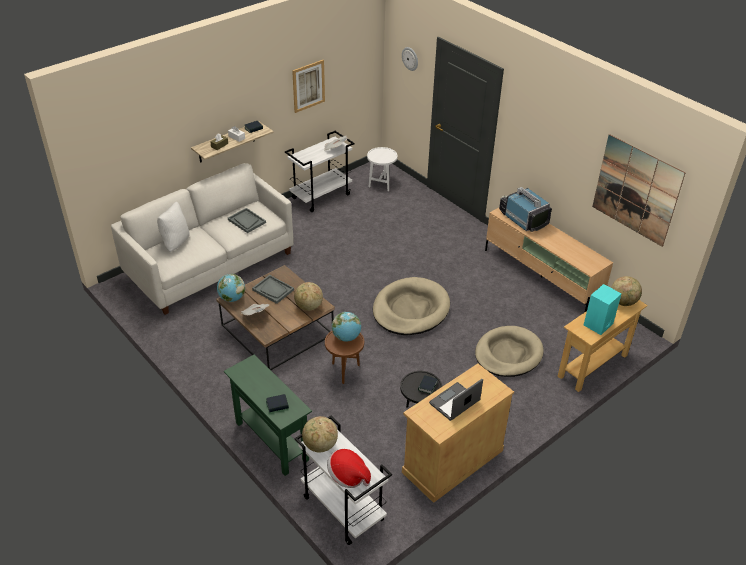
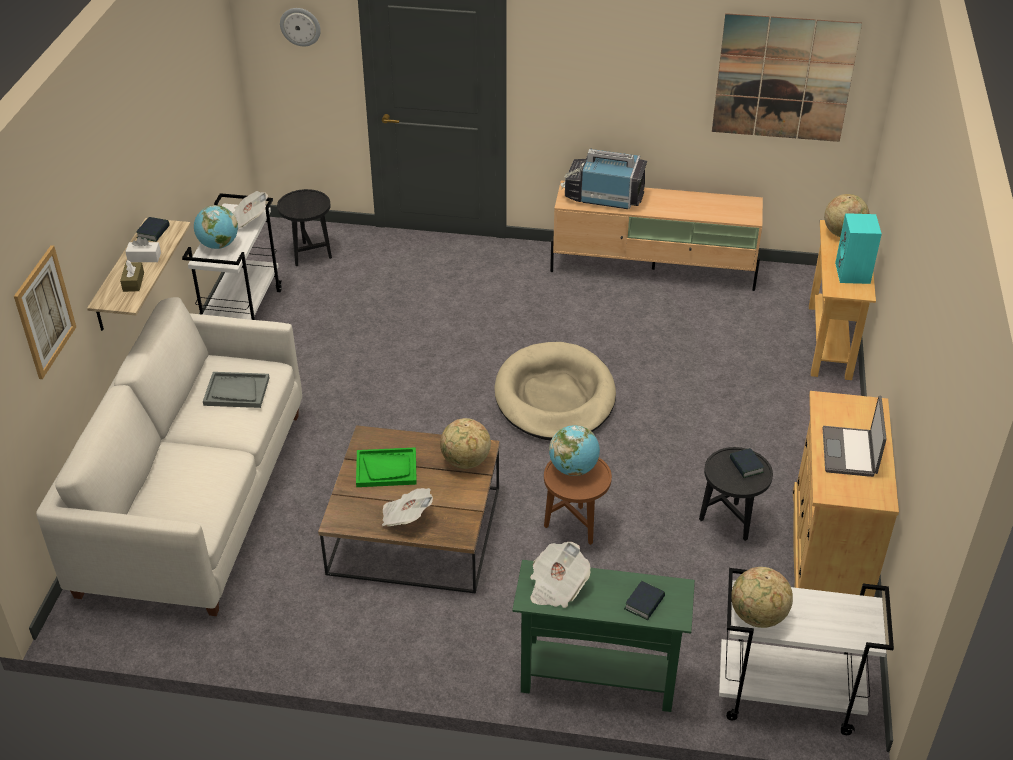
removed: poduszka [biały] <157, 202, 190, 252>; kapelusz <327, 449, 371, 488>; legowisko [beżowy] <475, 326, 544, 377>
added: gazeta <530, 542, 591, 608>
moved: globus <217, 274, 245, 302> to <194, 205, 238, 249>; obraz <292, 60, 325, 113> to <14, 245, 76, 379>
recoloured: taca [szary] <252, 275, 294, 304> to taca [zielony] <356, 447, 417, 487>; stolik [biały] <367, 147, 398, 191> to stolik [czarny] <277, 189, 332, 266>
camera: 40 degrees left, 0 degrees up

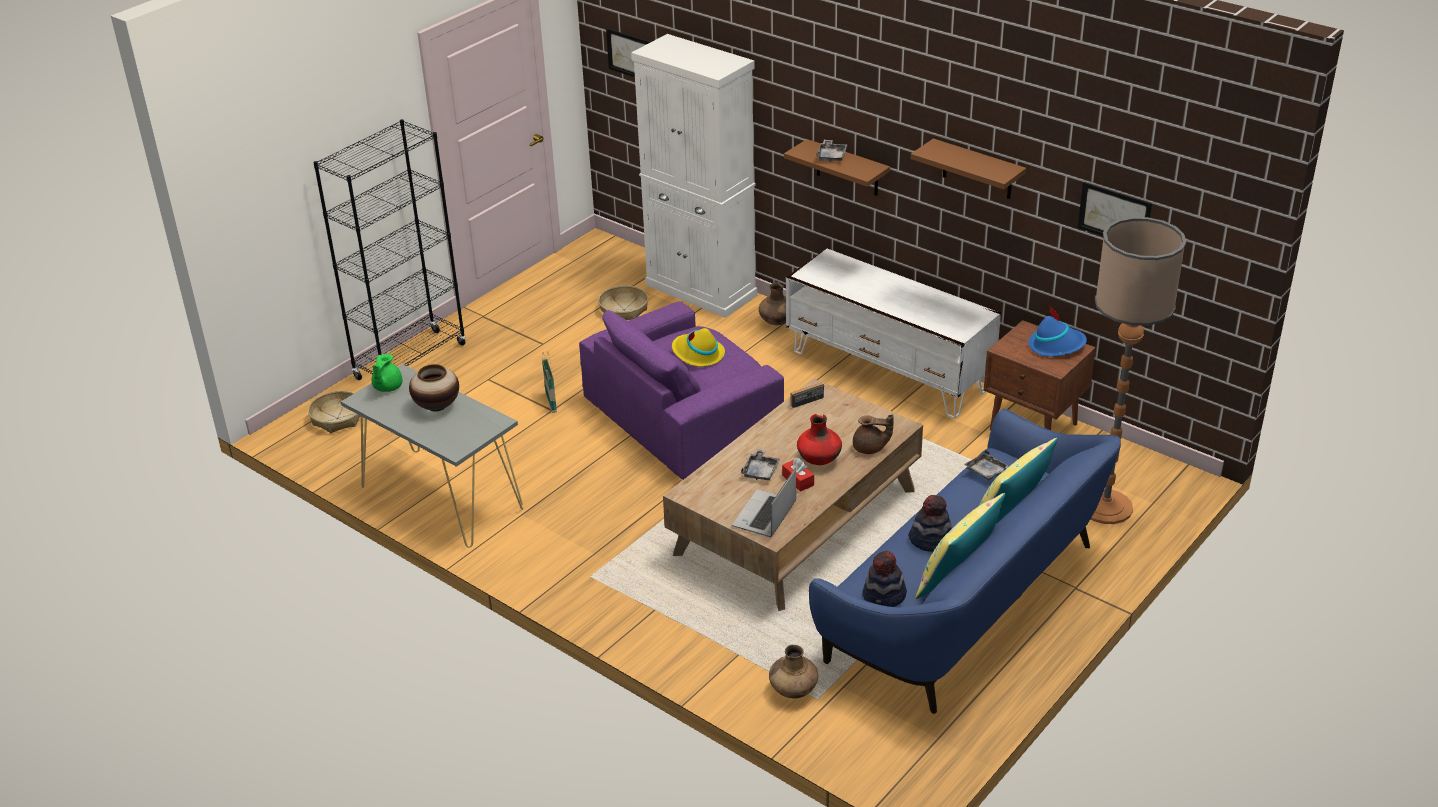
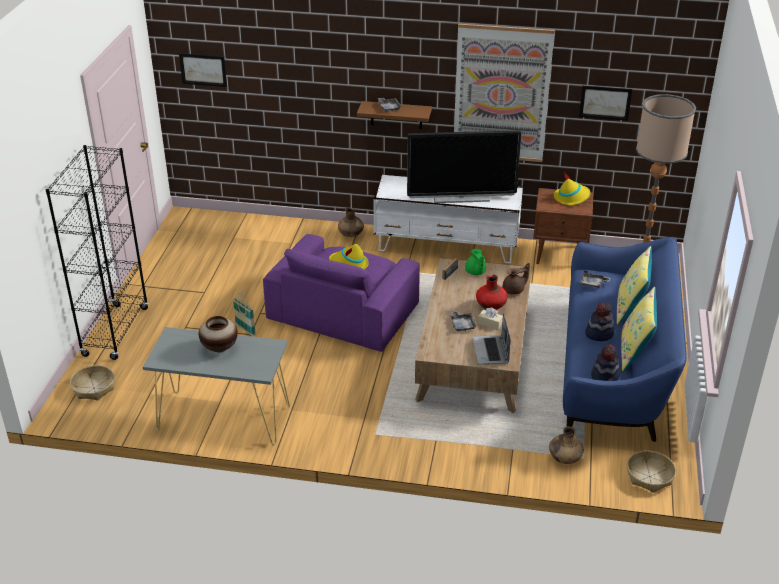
removed: szafka [biały] <631, 34, 757, 318>
added: telewizor <407, 130, 522, 203>
moved: imbryk [zielony] <372, 354, 403, 392> to <465, 249, 486, 275>; koszyk <598, 285, 648, 320> to <627, 450, 676, 493>
replaced: półka [brązowy] <911, 139, 1026, 199> to obraz <454, 24, 555, 162>
recoloured: pudełko chusteczek [czerwony] <782, 458, 814, 492> to pudełko chusteczek [beżowy] <478, 308, 503, 330>; kapelusz [niebieski] <1028, 305, 1087, 357> to kapelusz [żółty] <554, 172, 590, 205>
camera: 30 degrees left, 0 degrees up

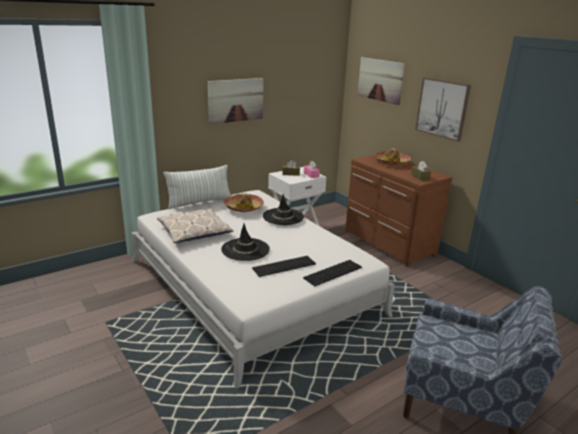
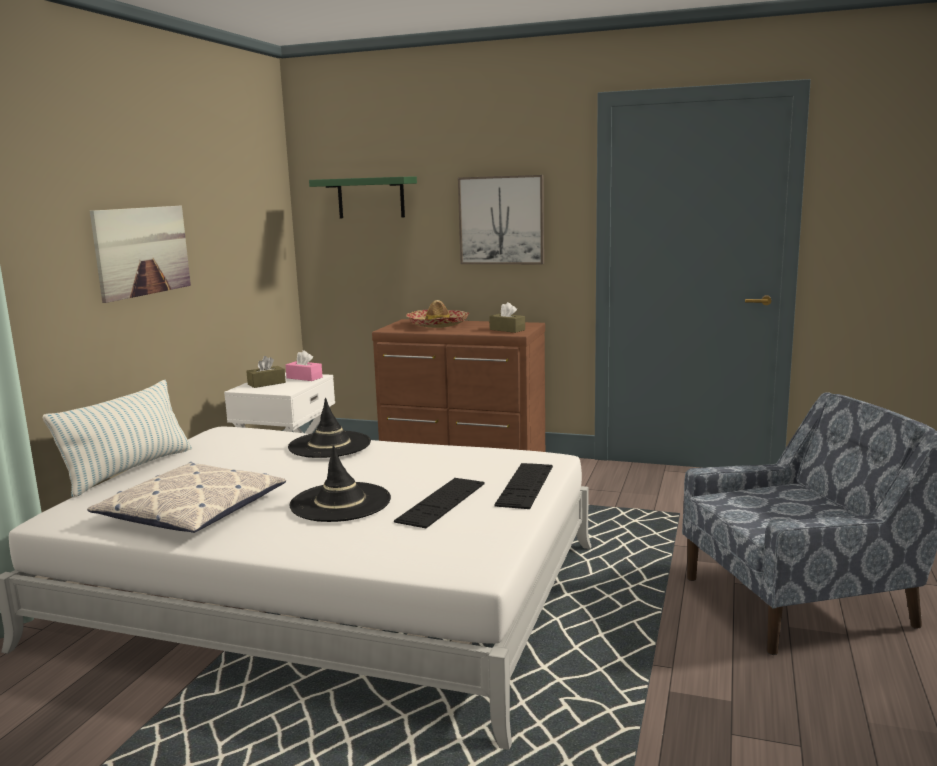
removed: kapelusz <224, 193, 264, 212>
replaced: obraz <357, 57, 405, 105> to półka [zielony] <309, 177, 417, 218>
camera: 35 degrees left, 10 degrees down

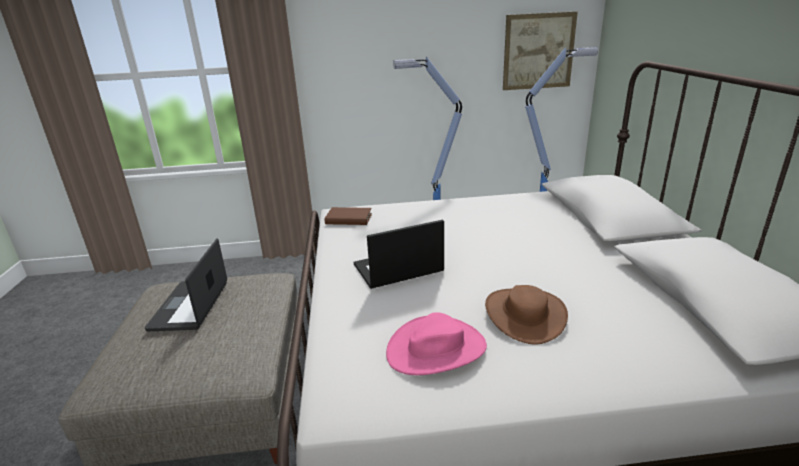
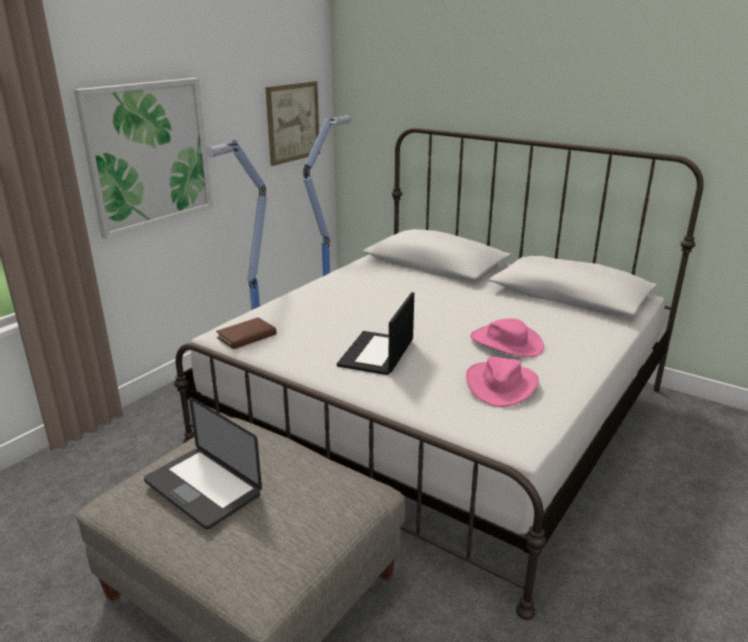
added: obraz <74, 78, 213, 239>
recoloured: kapelusz [brązowy] <485, 285, 568, 345> to kapelusz [różowy] <470, 318, 544, 357>
camera: 50 degrees left, 0 degrees up

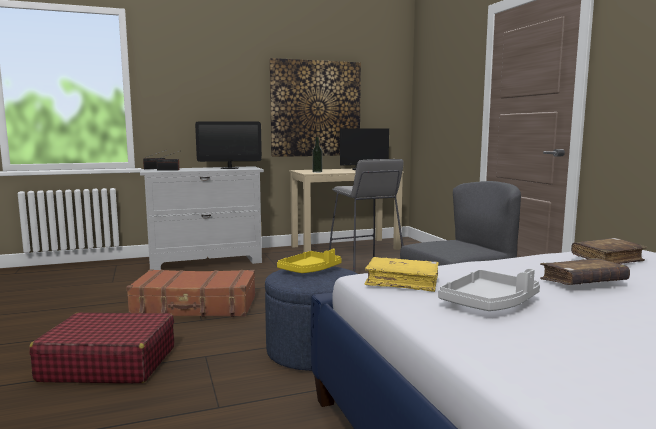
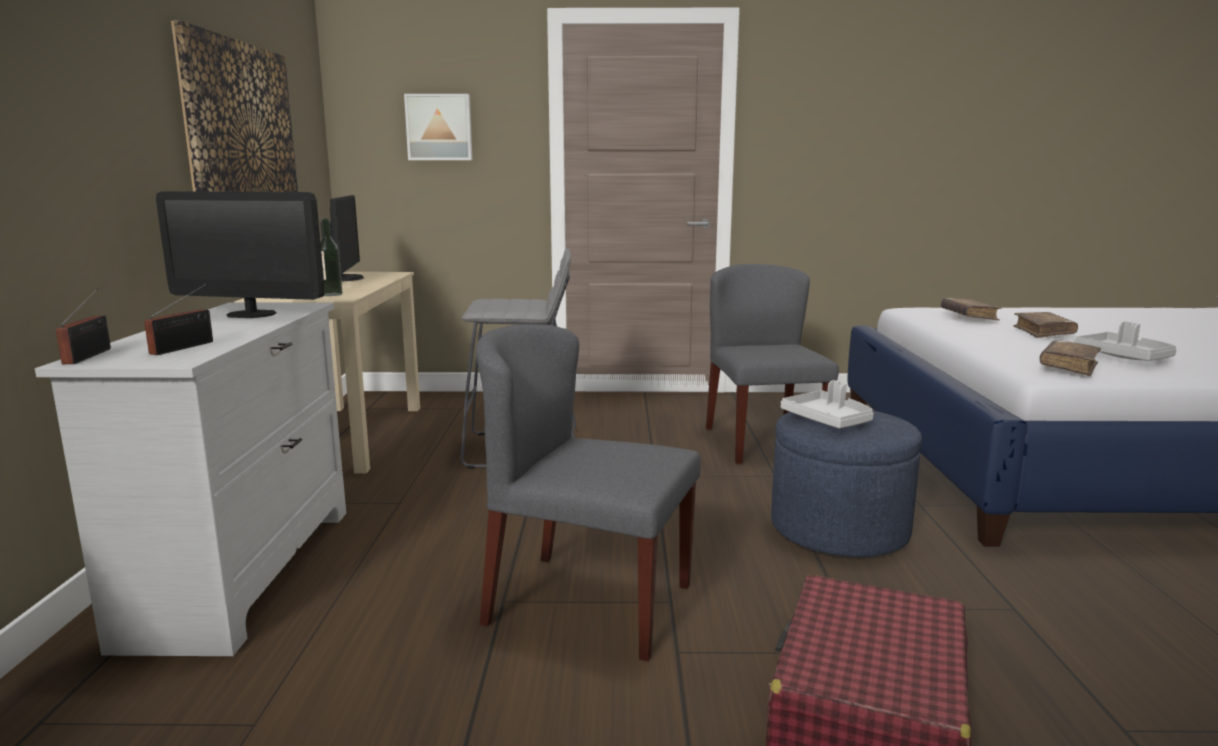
added: obraz <404, 94, 473, 160>
replaced: walizka [brązowy] <126, 269, 255, 317> to krzesło [szary] <476, 324, 701, 661>
recoloured: taca [żółty] <277, 249, 342, 273> to taca [szary] <781, 380, 874, 428>; książka [żółty] <365, 257, 439, 292> to książka [brązowy] <1040, 340, 1101, 376>
turned: monitor <195, 121, 262, 169> = <156, 191, 324, 318> 90 degrees clockwise
camera: 70 degrees left, 5 degrees up

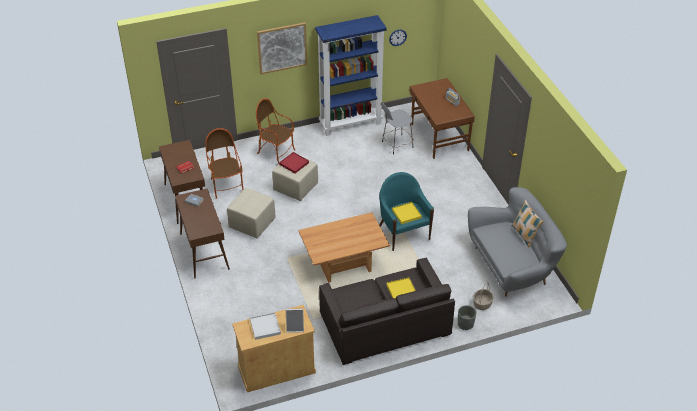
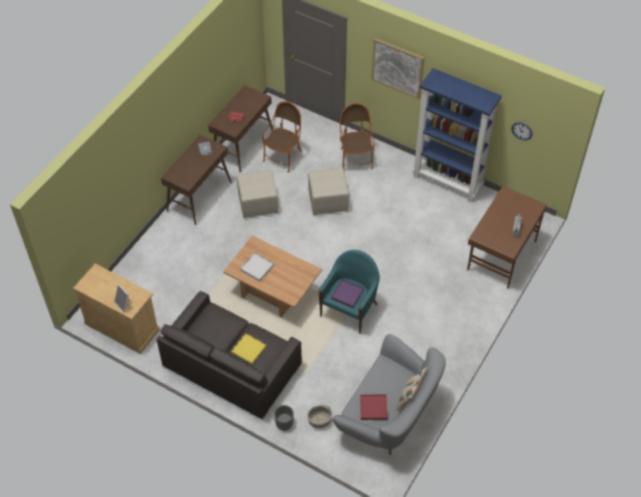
removed: stołek [szary] <381, 102, 414, 155>
moved: taca [biały] <250, 313, 281, 340> to <240, 253, 274, 282>; taca [czerwony] <279, 152, 309, 173> to <360, 394, 387, 420>
recoloured: taca [żółty] <392, 202, 422, 224> to taca [fioletowy] <331, 279, 364, 308>
camera: 50 degrees right, 10 degrees up

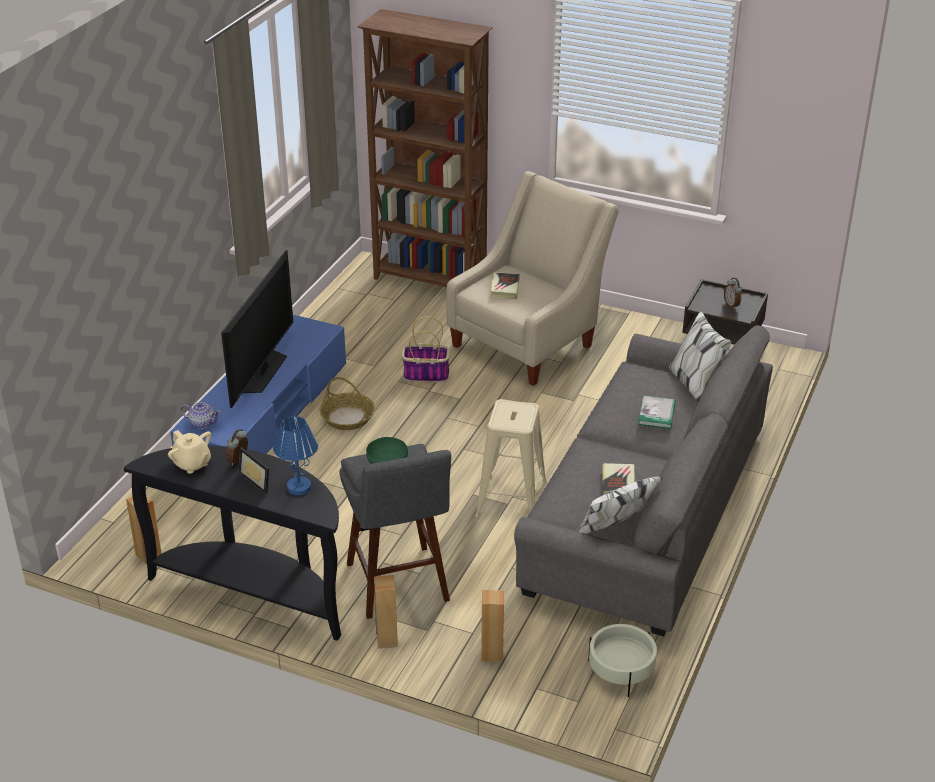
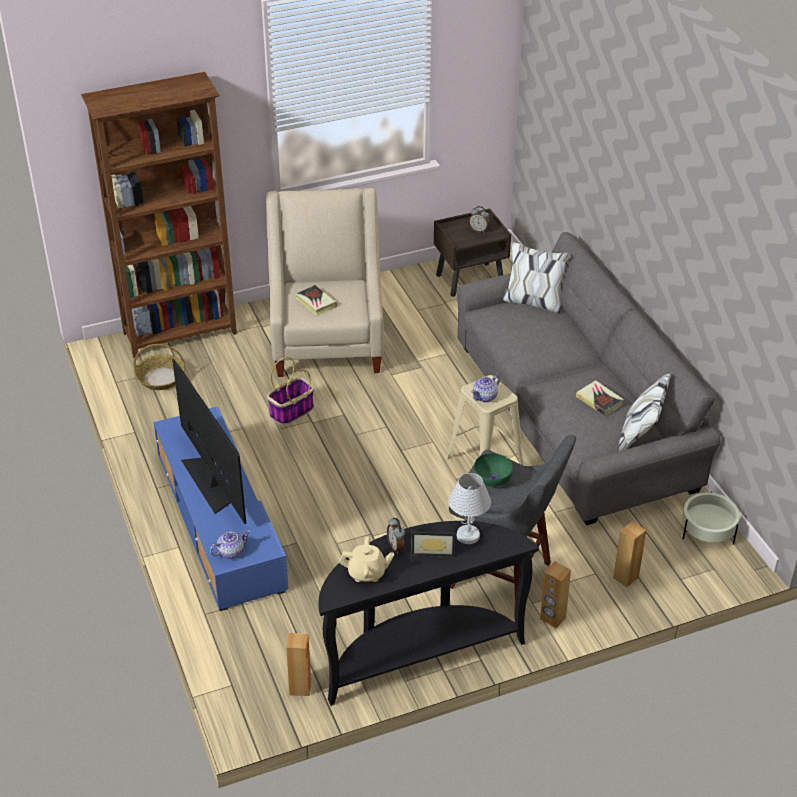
removed: książka <638, 395, 676, 429>
added: imbryk <471, 374, 500, 402>
moved: koszyk <319, 377, 375, 430> to <133, 344, 185, 390>
recoloured: lampa stołowa [niebieski] <273, 416, 318, 495> to lampa stołowa [biały] <448, 473, 491, 544>
camera: 45 degrees left, 5 degrees up

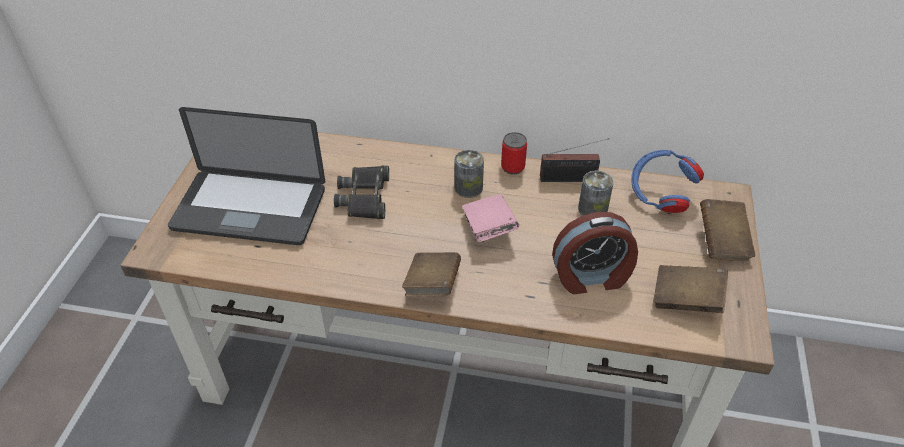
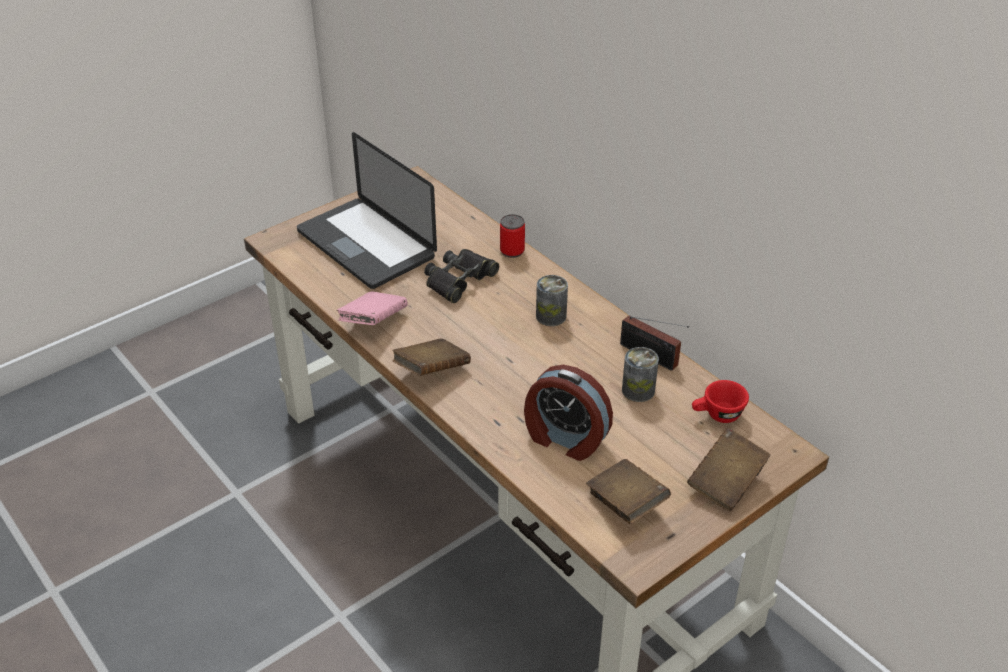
moved: książka [różowy] <462, 194, 519, 242> to <337, 291, 408, 325>; puszka <501, 132, 527, 174> to <500, 214, 525, 258>
replaced: słuchawki [niebieski] <631, 150, 704, 213> to filiżanka [czerwony] <692, 380, 749, 423>
camera: 40 degrees right, 5 degrees down

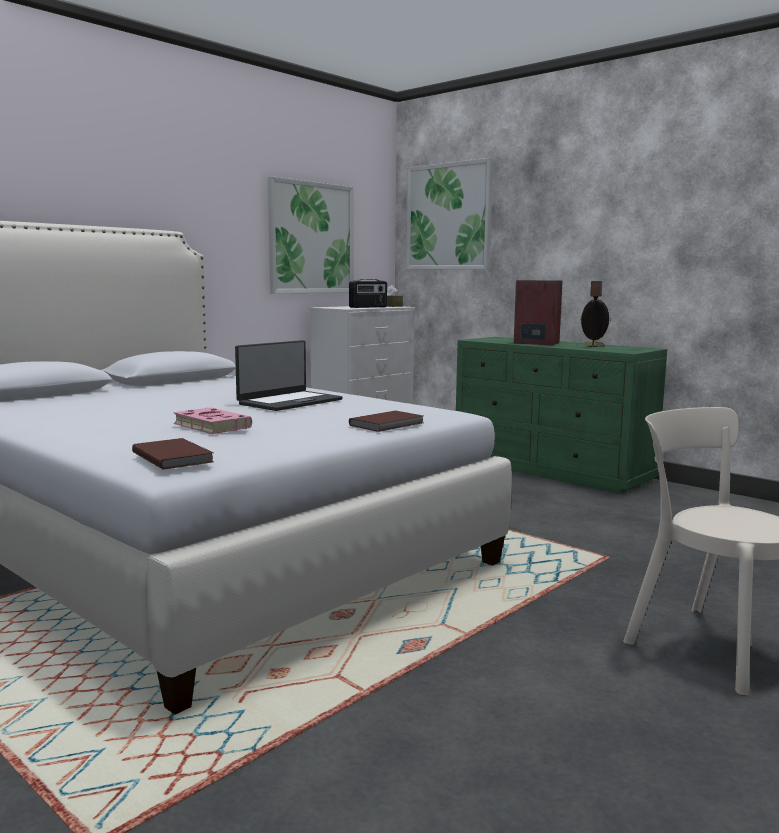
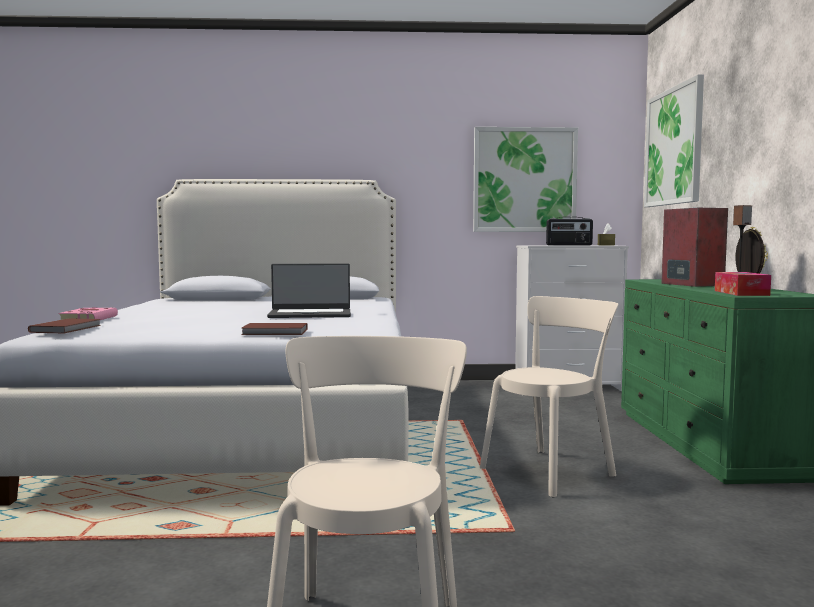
added: krzesło [beżowy] <480, 296, 618, 497>; pudełko chusteczek <715, 272, 771, 296>
moved: książka [różowy] <173, 407, 252, 434> to <58, 307, 118, 321>
camera: 45 degrees right, 5 degrees down

